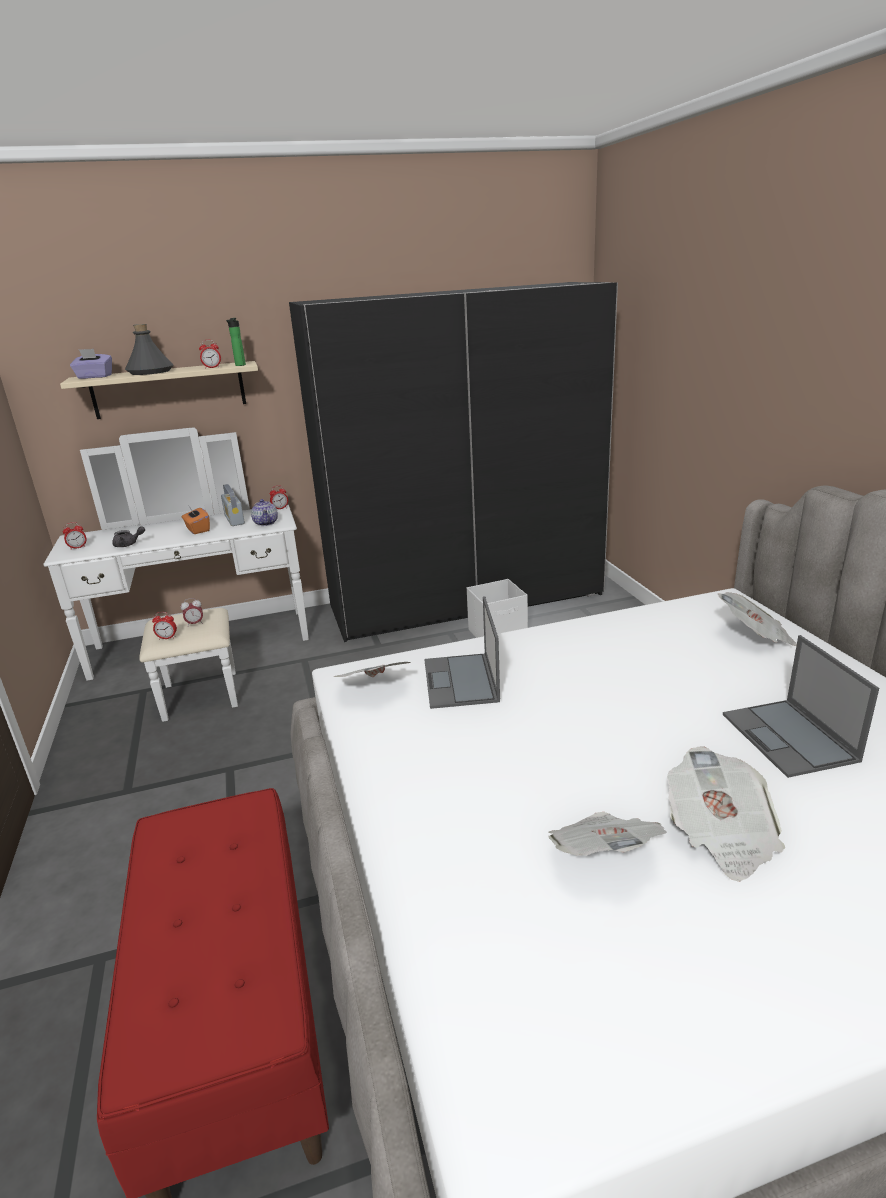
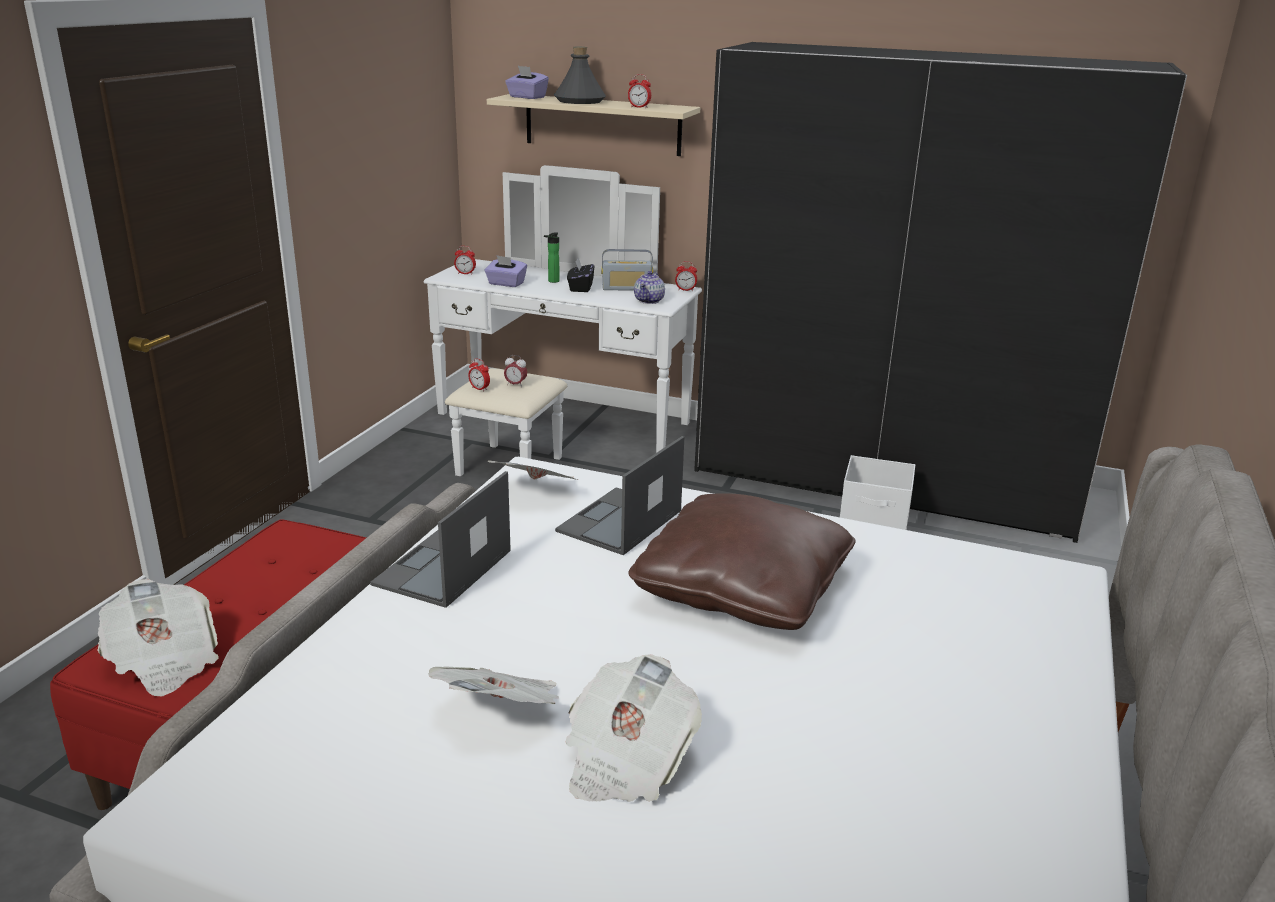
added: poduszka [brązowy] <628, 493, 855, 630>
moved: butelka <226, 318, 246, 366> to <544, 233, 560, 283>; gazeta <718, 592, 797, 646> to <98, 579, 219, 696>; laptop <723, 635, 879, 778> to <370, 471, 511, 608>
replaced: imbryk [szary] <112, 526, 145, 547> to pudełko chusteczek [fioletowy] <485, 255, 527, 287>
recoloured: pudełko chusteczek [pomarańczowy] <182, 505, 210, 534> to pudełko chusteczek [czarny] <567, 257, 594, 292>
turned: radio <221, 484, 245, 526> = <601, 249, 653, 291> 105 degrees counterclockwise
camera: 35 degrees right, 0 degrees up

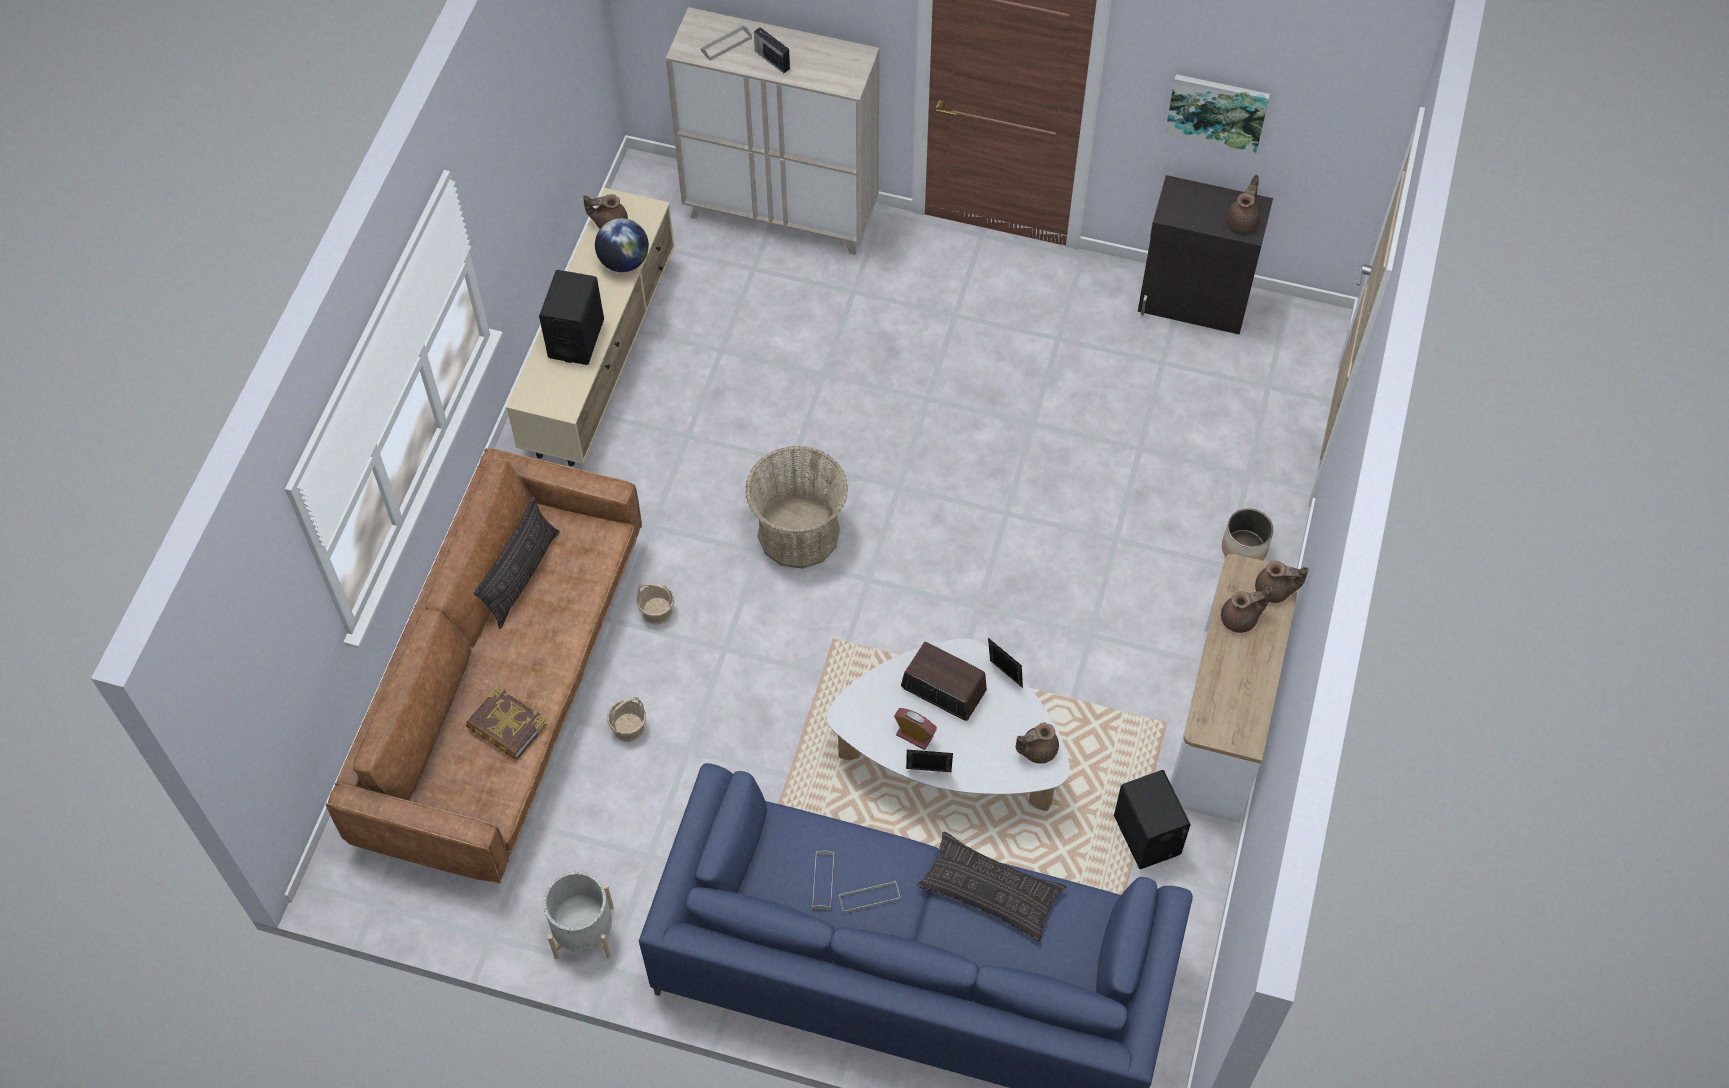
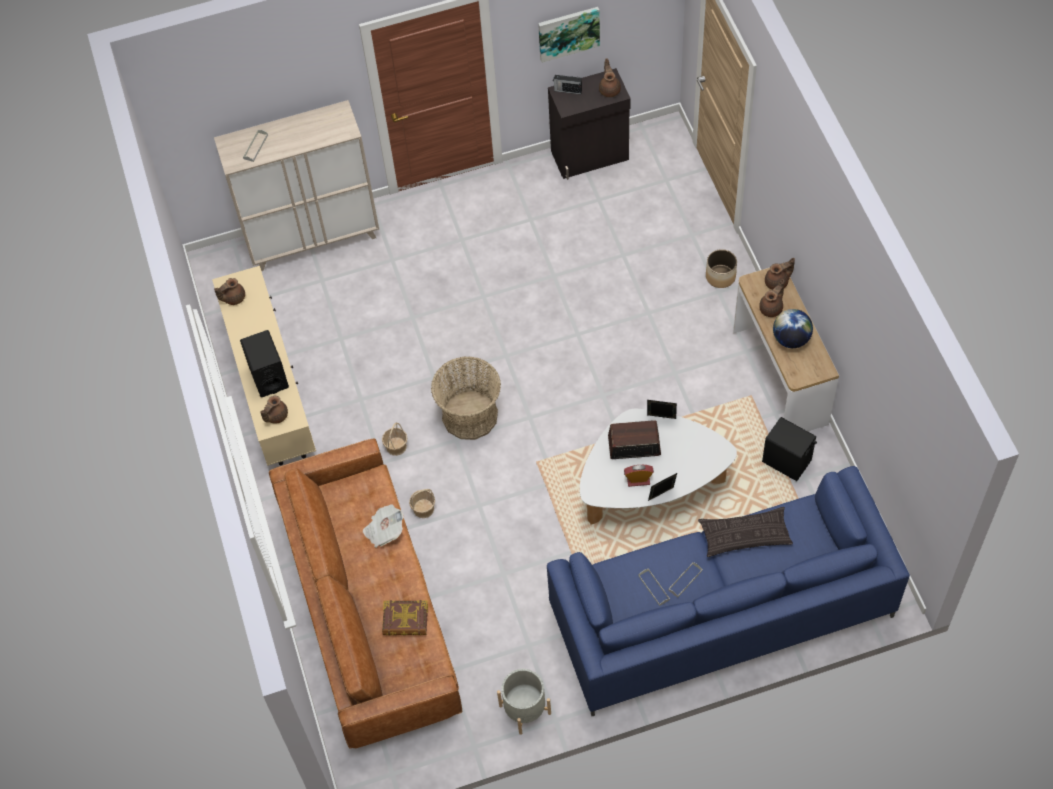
removed: poduszka <474, 496, 560, 629>
added: gazeta <363, 504, 404, 548>
moved: globus <595, 218, 649, 272> to <773, 309, 813, 348>; koszyk <607, 697, 646, 742> to <382, 422, 407, 456>; radio <754, 27, 790, 73> to <553, 75, 582, 94>; imbryk [brązowy] <1016, 723, 1059, 764> to <260, 396, 288, 424>
camera: 30 degrees left, 0 degrees up

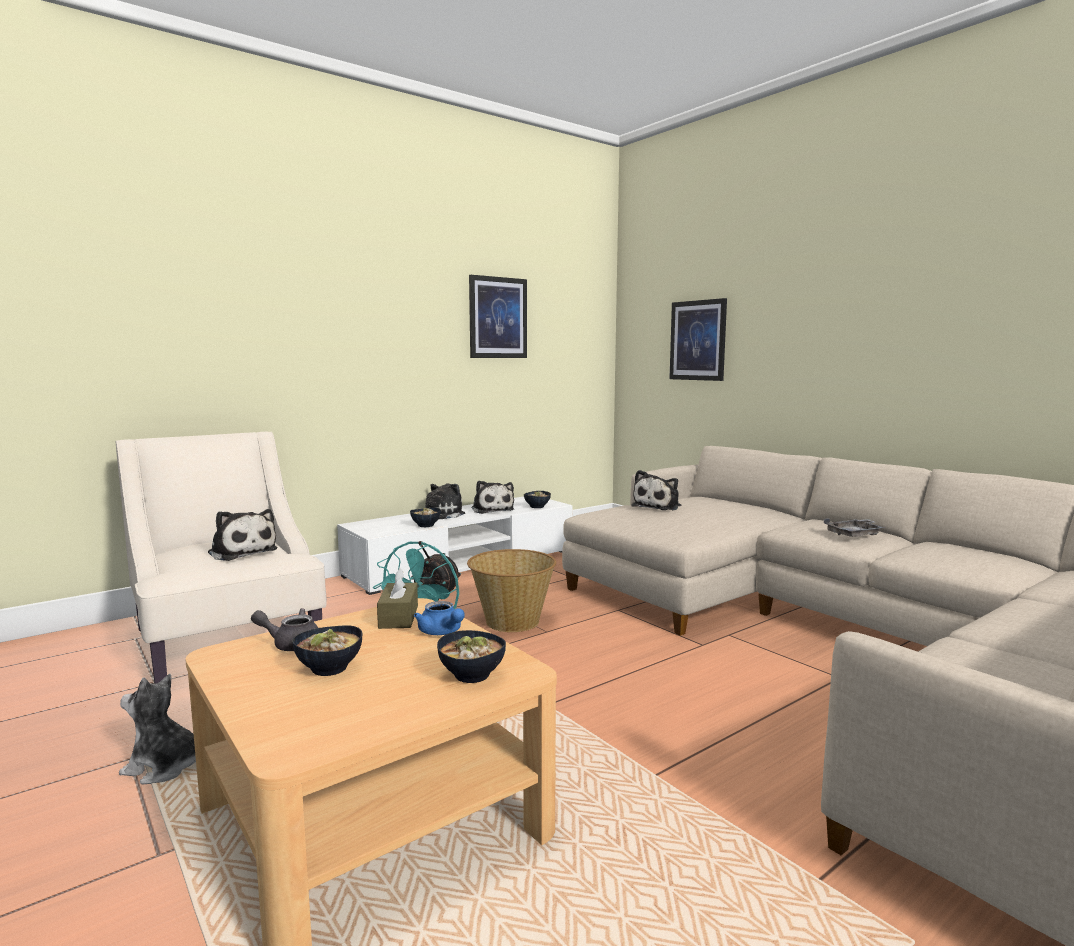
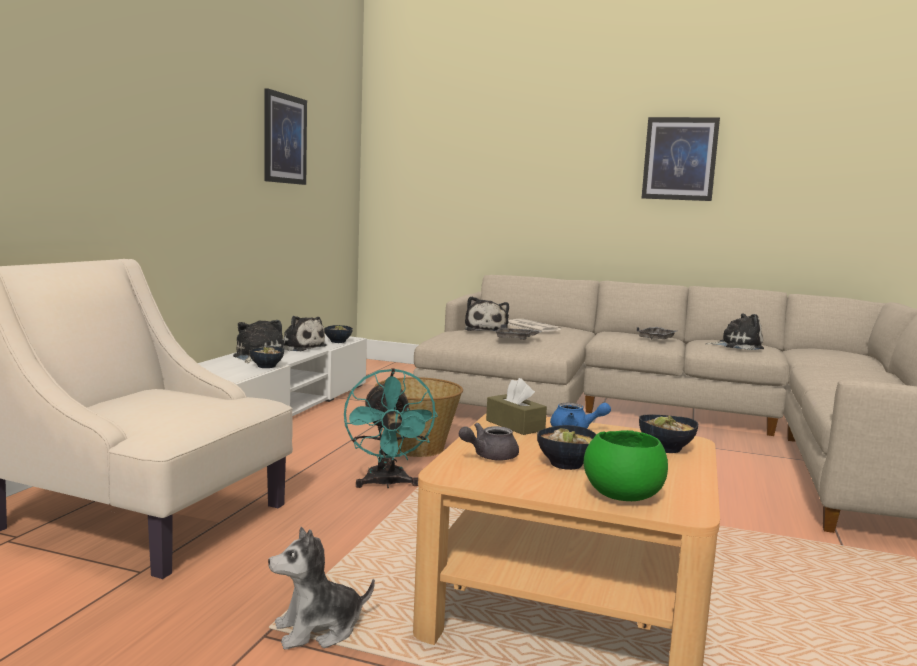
added: taca [szary] <494, 324, 542, 340>; gazeta <508, 319, 562, 332>; miska [zielony] <584, 430, 668, 501>
moved: pluszak <208, 509, 278, 561> to <706, 313, 764, 350>; obraz <669, 298, 727, 381> to <642, 117, 720, 201>
camera: 35 degrees left, 0 degrees up

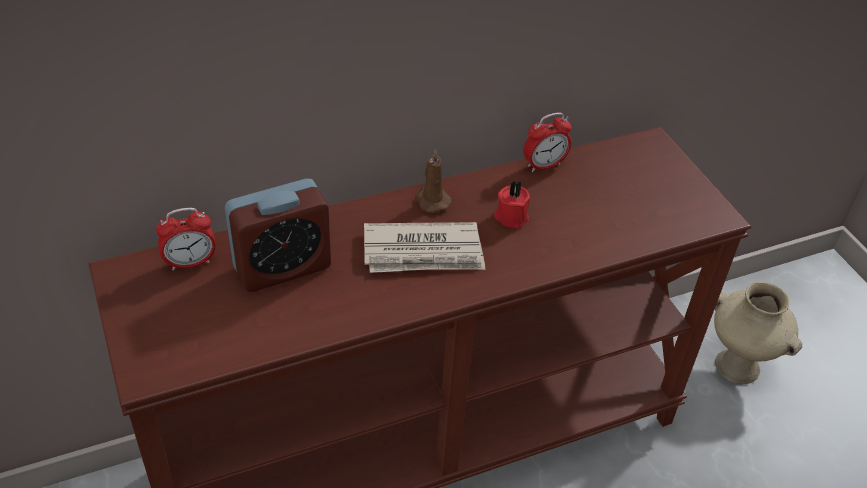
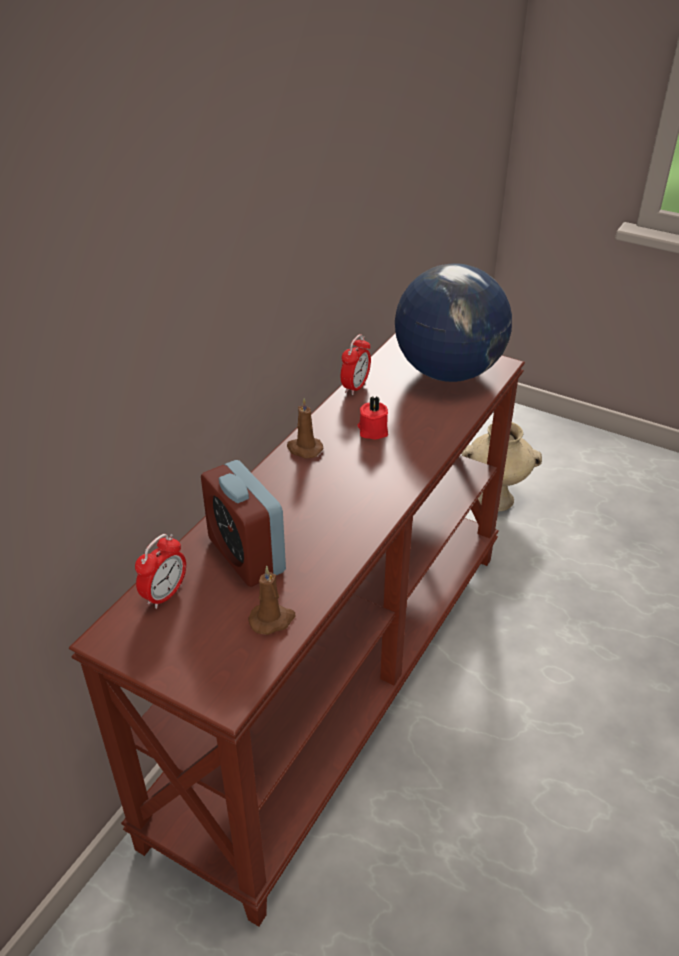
removed: gazeta <364, 222, 485, 273>
added: świeca [brązowy] <248, 566, 296, 635>; globus <395, 263, 512, 382>
turned: budzik <225, 178, 331, 292> = <201, 460, 286, 587> 120 degrees clockwise
camera: 35 degrees left, 5 degrees down

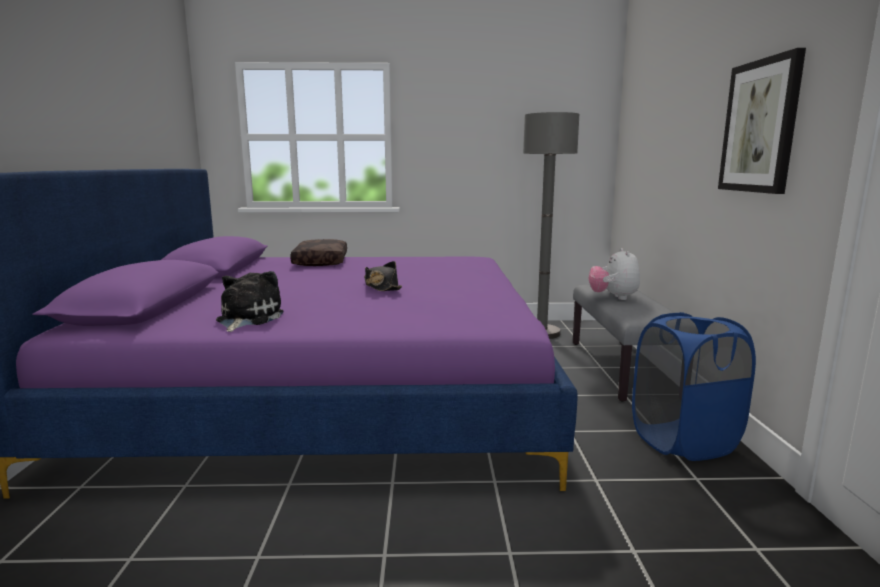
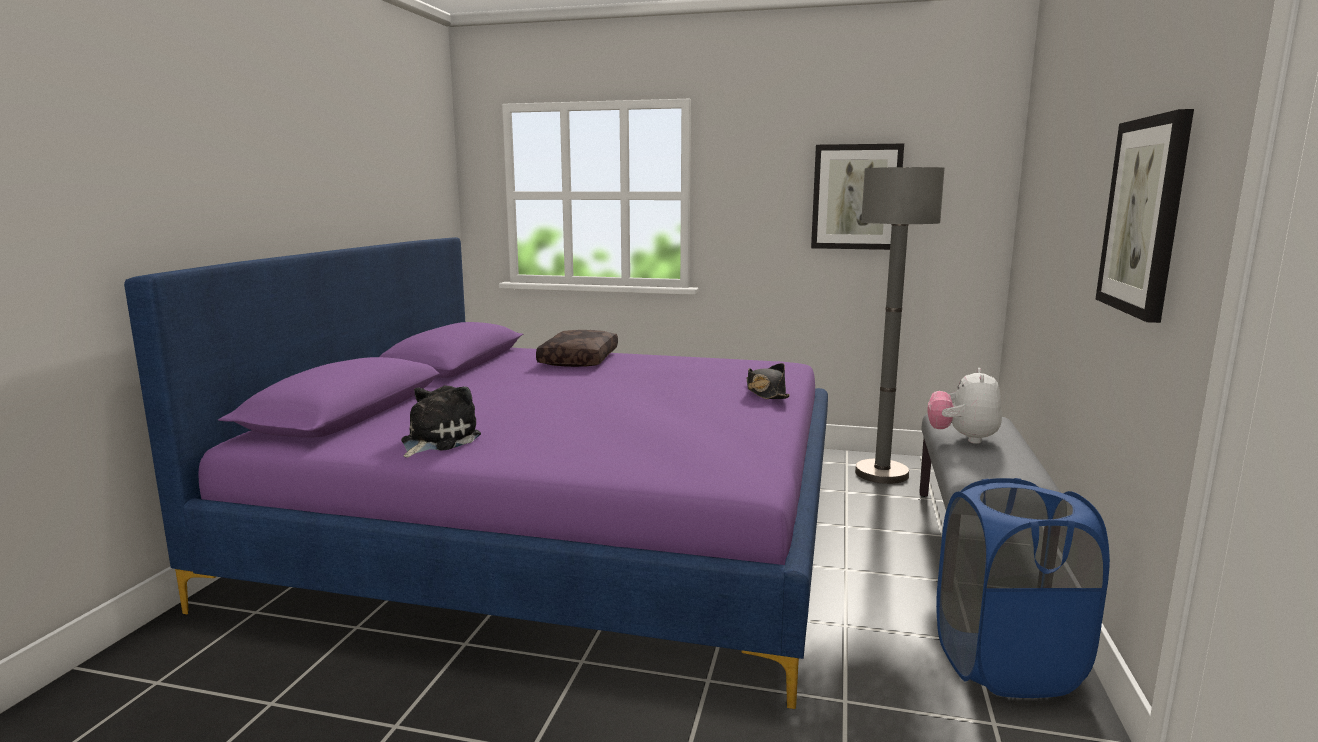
added: obraz <811, 144, 904, 250>
moved: kapelusz [czarny] <364, 261, 402, 291> to <746, 363, 790, 399>
camera: 15 degrees right, 0 degrees up

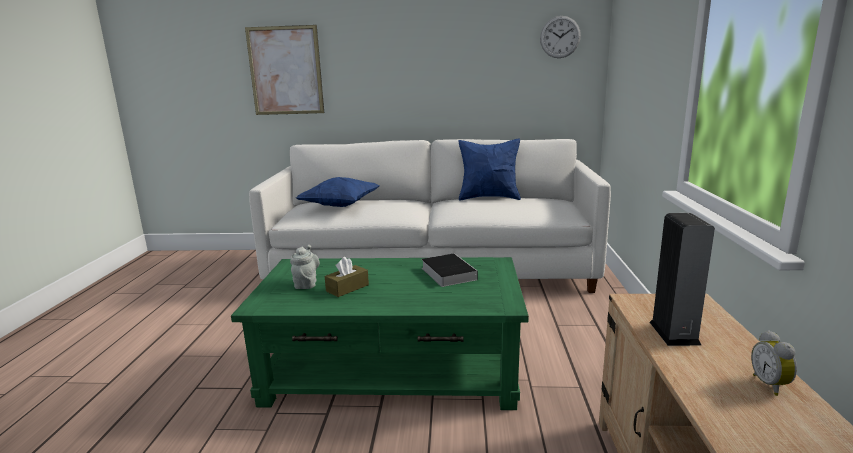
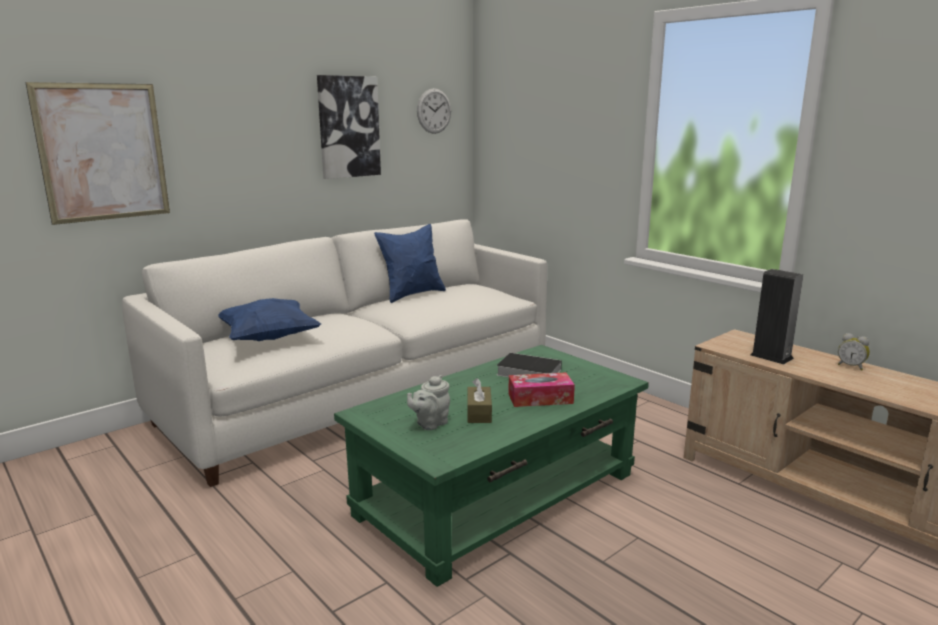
added: obraz <317, 75, 381, 179>; pudełko chusteczek <508, 372, 575, 407>
turned: imbryk [szary] <290, 245, 320, 289> = <407, 375, 450, 430> 90 degrees counterclockwise
camera: 45 degrees left, 0 degrees up

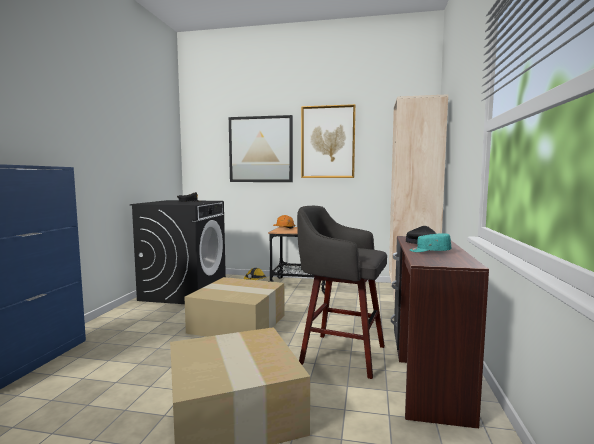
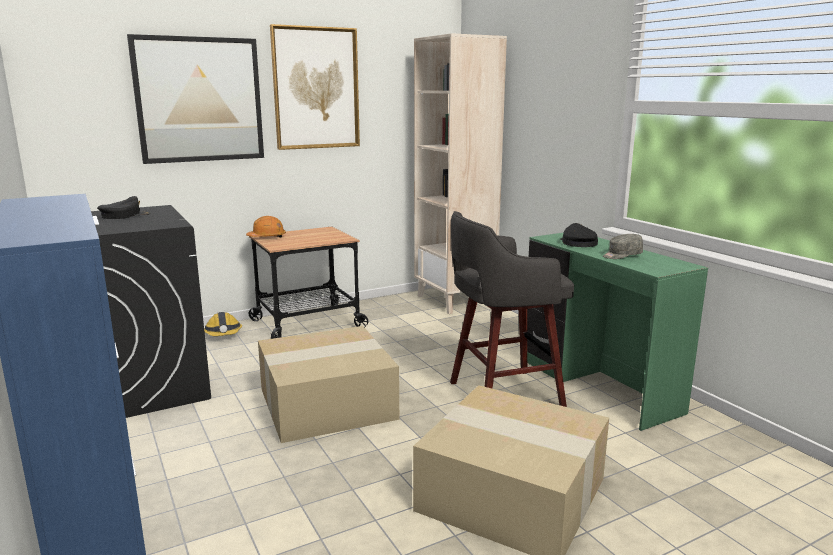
recoloured: biurko [brązowy] <391, 236, 489, 429> to biurko [zielony] <527, 233, 708, 431>; czapka z daszkiem [turkusowy] <410, 233, 451, 252> to czapka z daszkiem [szary] <603, 234, 643, 259>
camera: 40 degrees left, 10 degrees up

